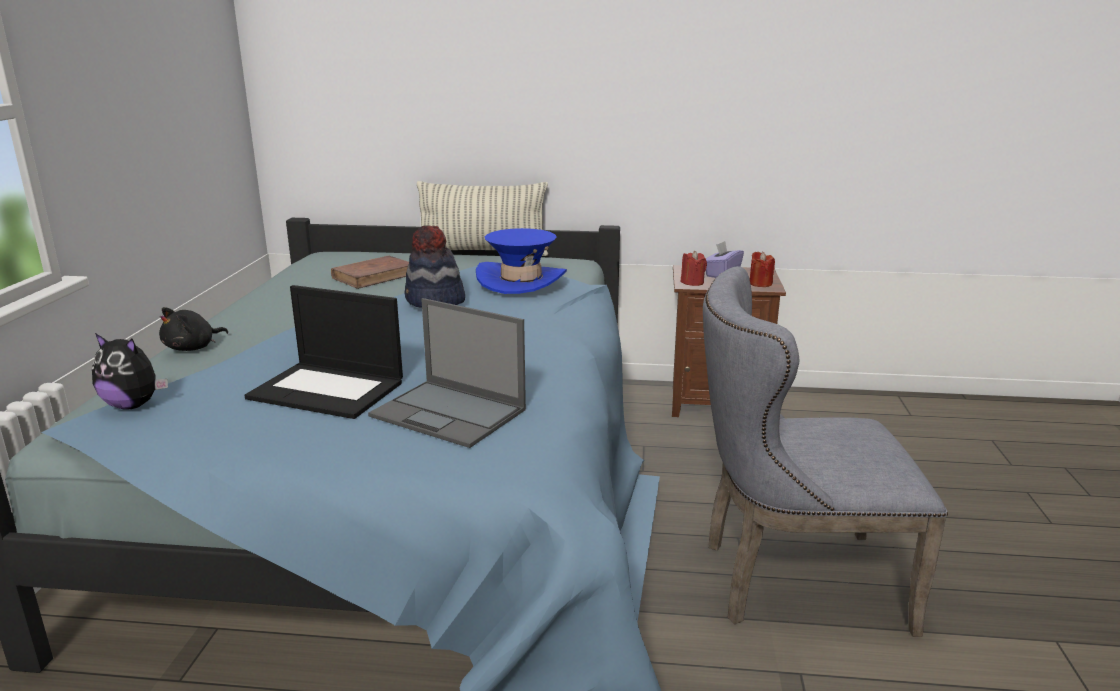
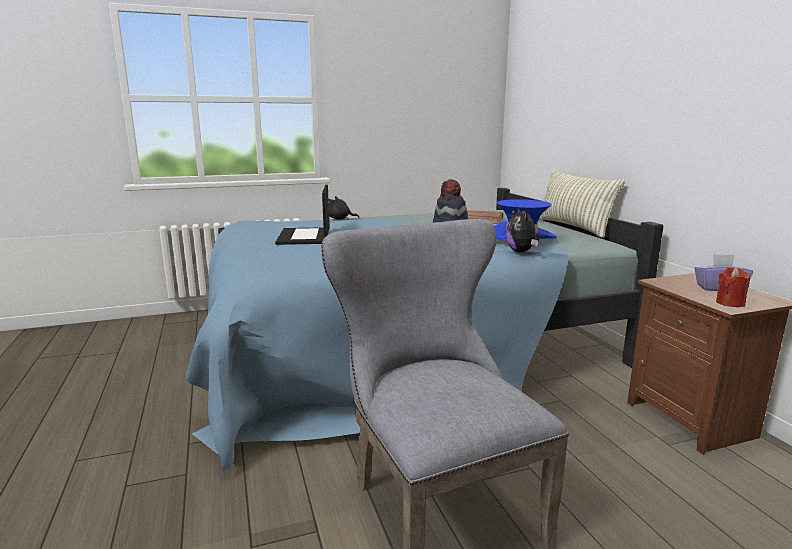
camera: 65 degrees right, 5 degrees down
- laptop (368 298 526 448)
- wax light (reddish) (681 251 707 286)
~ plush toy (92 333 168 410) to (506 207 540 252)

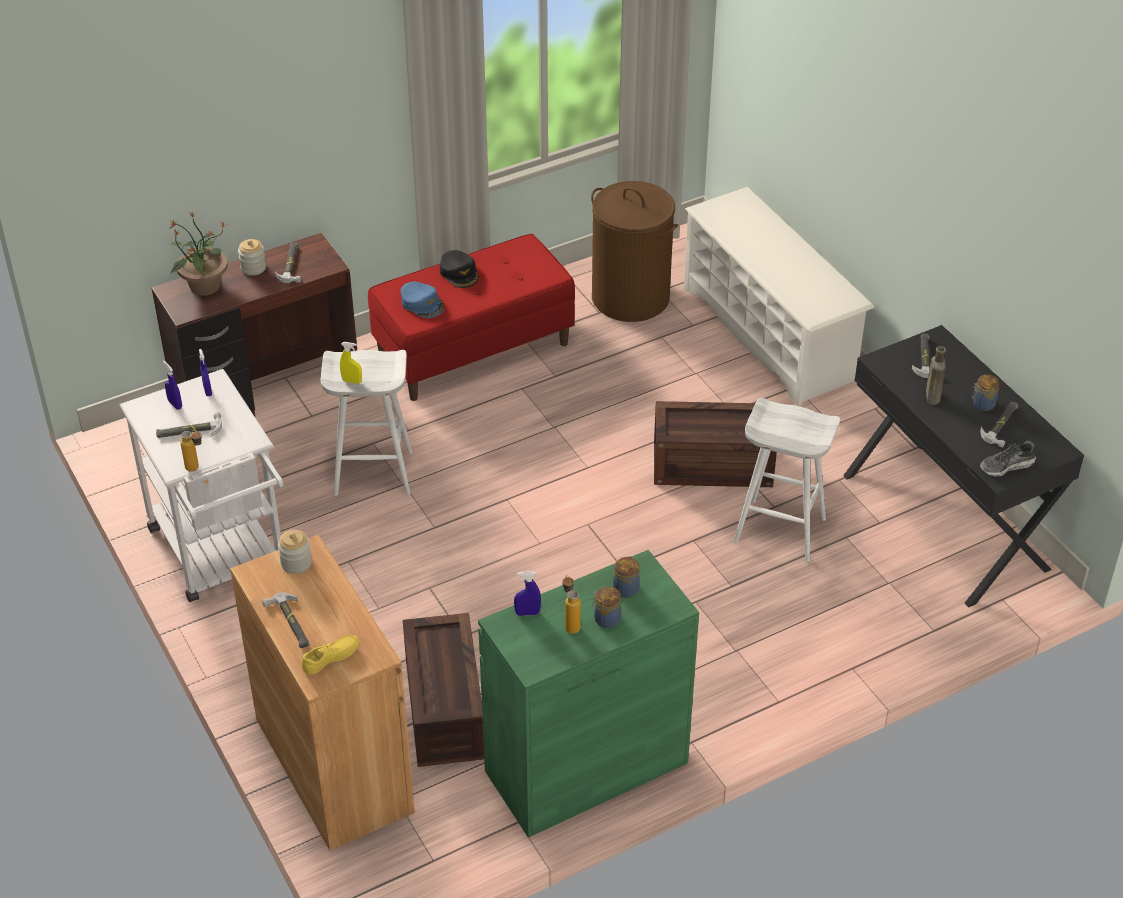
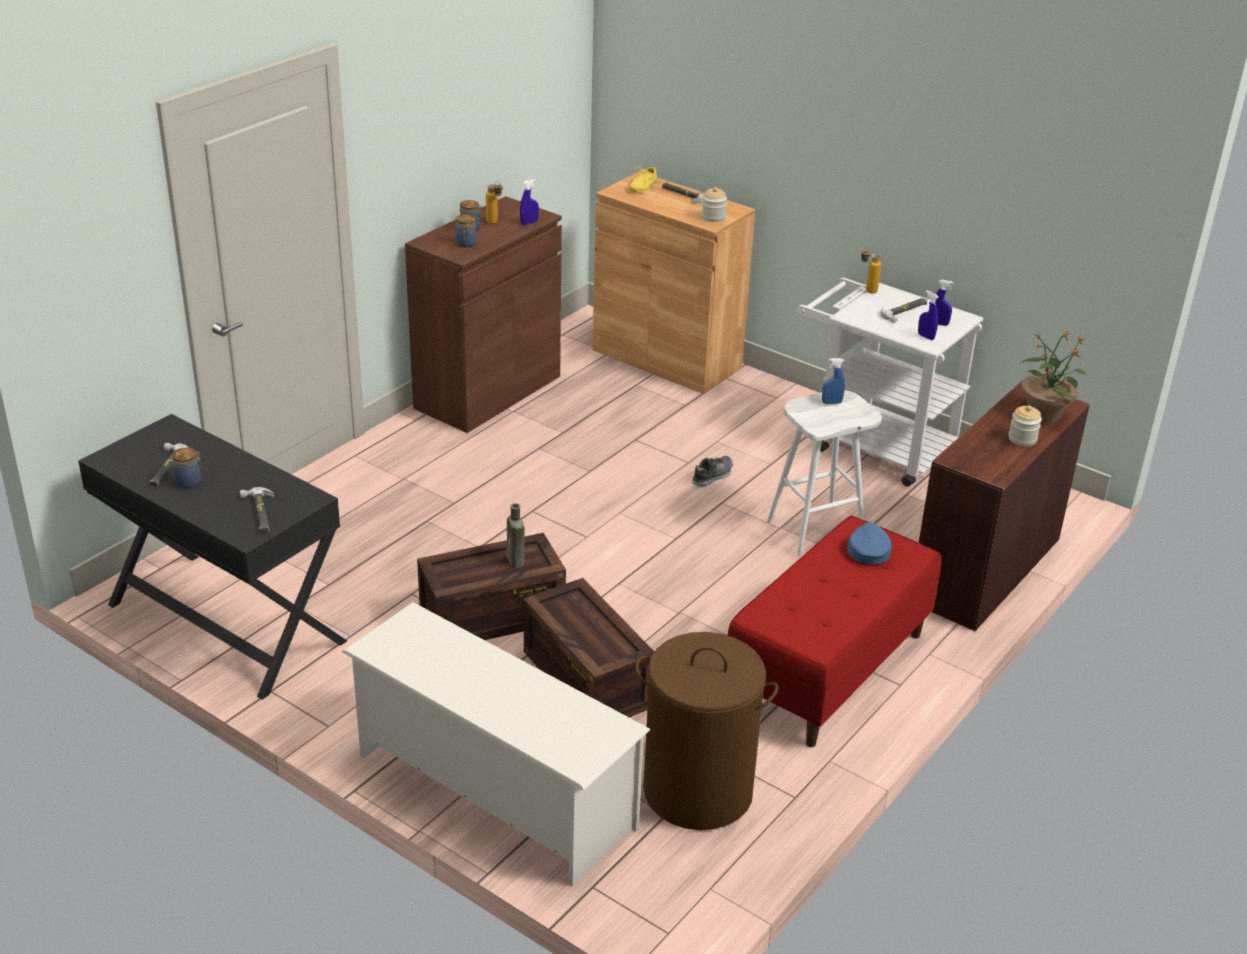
camera: 155 degrees right, 10 degrees down
- tool hammer (275 243 301 283)
- peaked cap (blackish) (440 250 479 288)
- stool (white-coloured) (734 398 840 562)
~ packing crate (403 613 484 767) to (523 578 654 717)
~ drink bottle (brown-coloured) (926 346 946 405) to (507 503 525 568)
~ low shoe (980 441 1036 477) to (692 456 733 488)
~ spray bottle (yellowish) (340 342 362 384) to spray bottle (blue-coloured) (822 358 845 404)
~ cupboard (greenish) (478 550 699 837) to cupboard (brown-coloured) (405 196 562 433)
~ peaked cap (blue-coloured) (400 282 445 318) = (847 522 892 564) 75 degrees clockwise

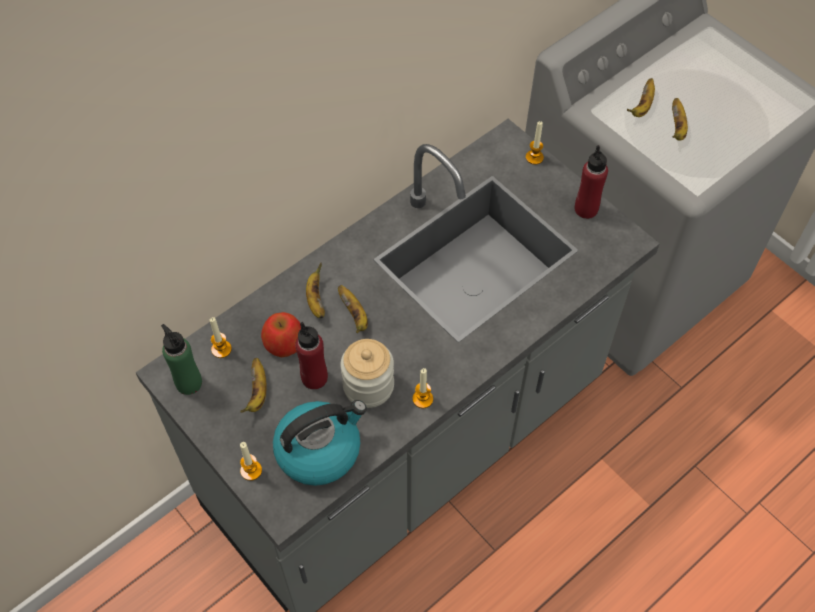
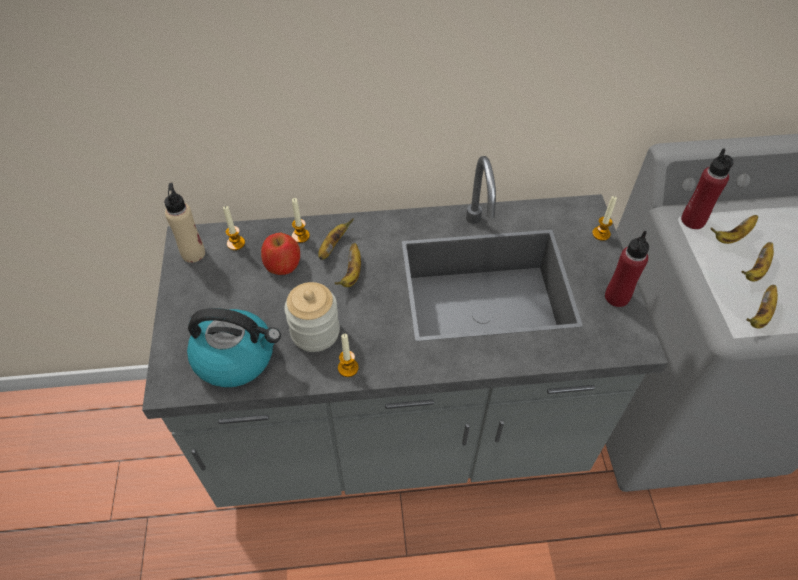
camera: 35 degrees right, 5 degrees down
~ wax light (240 442 262 481) to (292 198 310 243)
~ whole banana (241 358 266 412) to (747 285 778 329)
~ drink bottle (reddish) (295 322 328 390) to (681 148 734 229)
~ drink bottle (greenish) (161 324 202 395) to drink bottle (sand-coloured) (164 183 205 263)

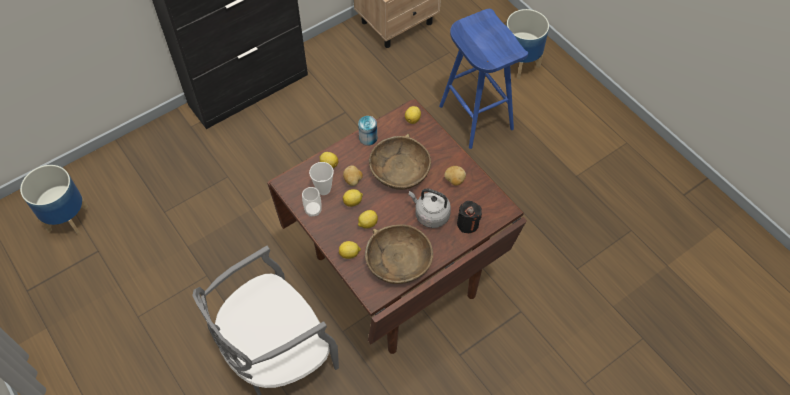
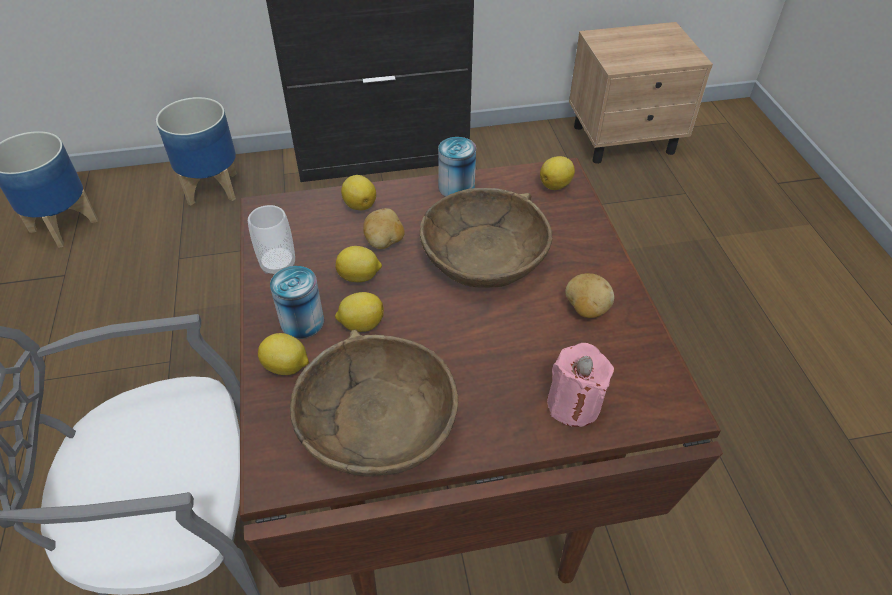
camera: 25 degrees right, 10 degrees down
- cup (309 162 334 195)
- water kettle (gray) (409 188 451 228)
- stool (blue-coloured) (439 9 528 149)
+ metal can (270 266 324 339)
~ planter (506 9 549 79) to (156 97 237 205)
~ wax light (blackish) (457 201 482 233) to wax light (pinkish) (547 343 614 427)

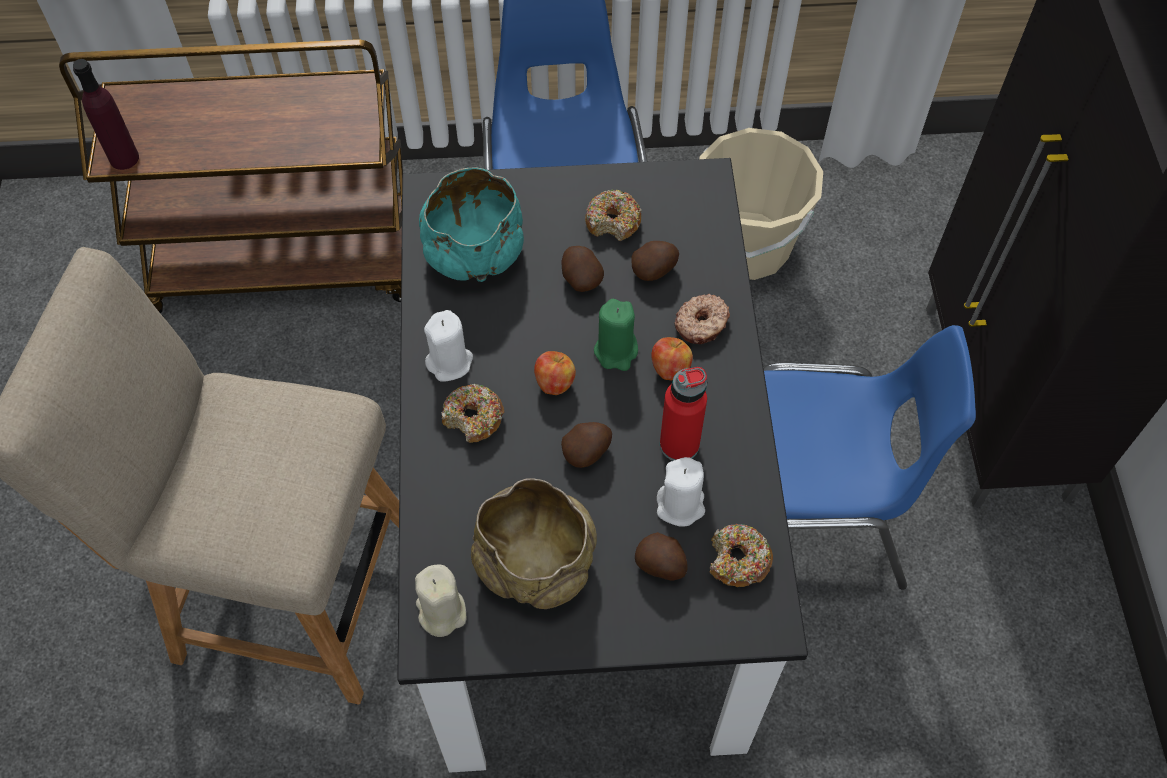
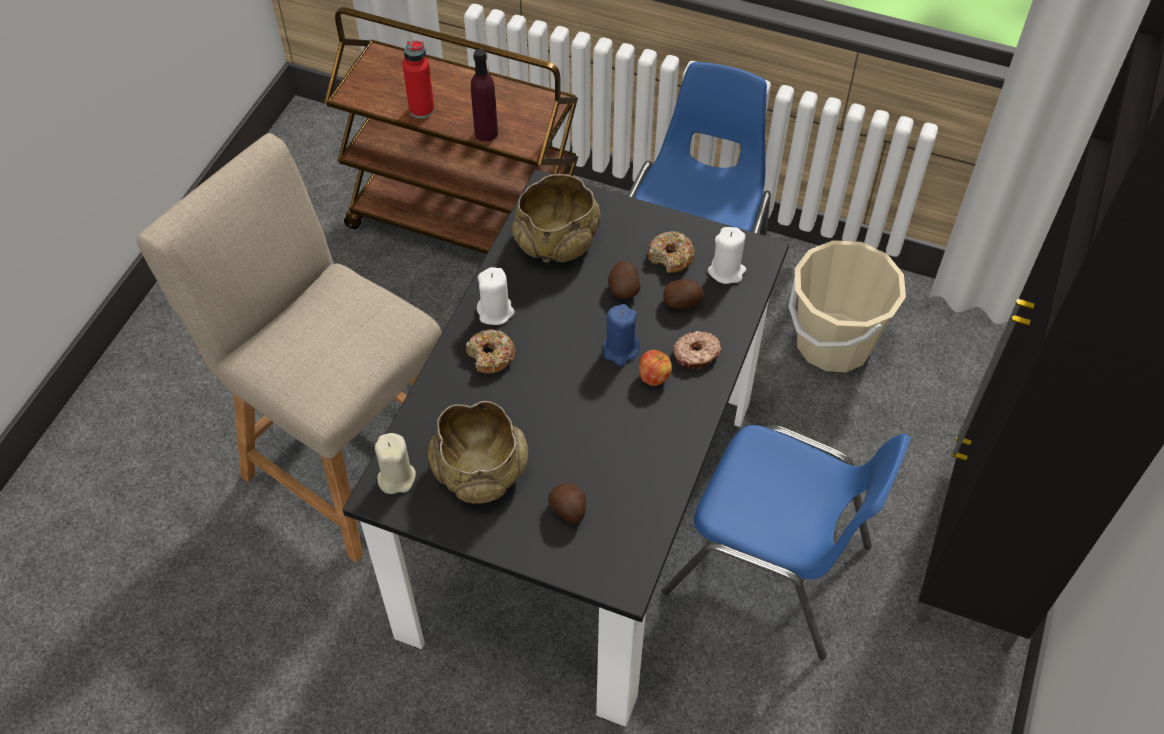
camera: 25 degrees right, 5 degrees down
- apple (534 351 576 395)
- potato (561 422 612 468)
- doughnut (710 524 773 587)
~ drink bottle (purple-coloured) (73 59 139 170) to (471 49 498 142)
~ wax light (white-coloured) (657 457 705 527) to (708 227 746 284)
~ drink bottle (reddish) (660 367 707 461) to (402 40 435 118)
~ deep dish (turquoise-coloured) (419 167 524 282) to deep dish (sand-coloured) (512 174 601 263)
~ wax light (greenish) (594 299 638 371) to wax light (blue-coloured) (603 304 640 366)

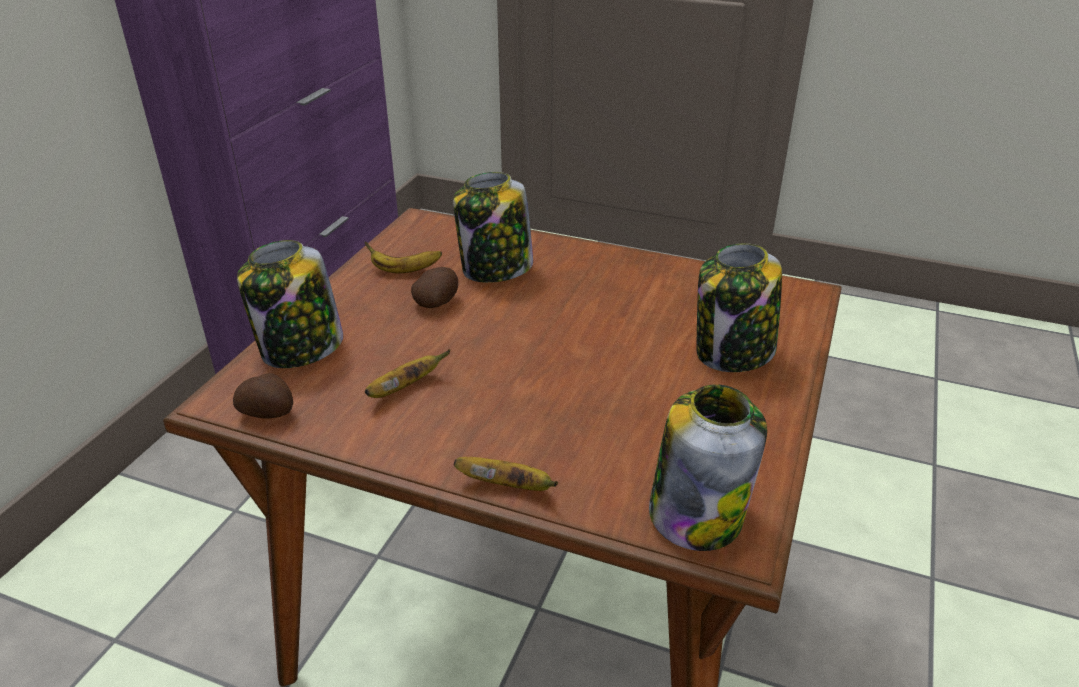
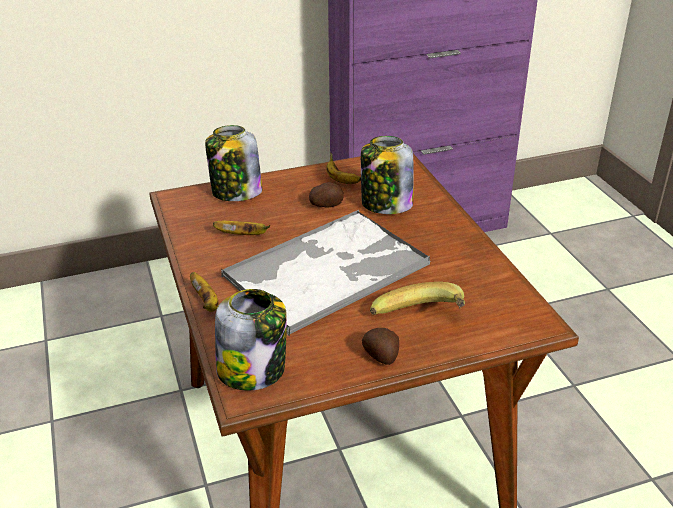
camera: 50 degrees right, 0 degrees up
+ serving tray (221 210 431 336)
~ potato (233 373 293 418) to (362 328 399 365)
~ preserve jar (697 243 782 372) to whole banana (370 282 465 315)

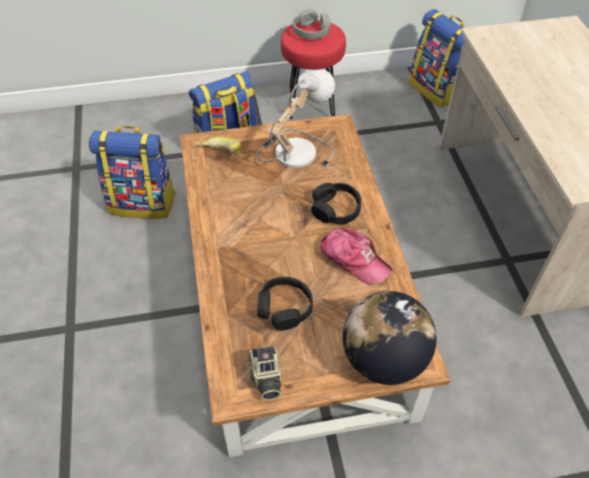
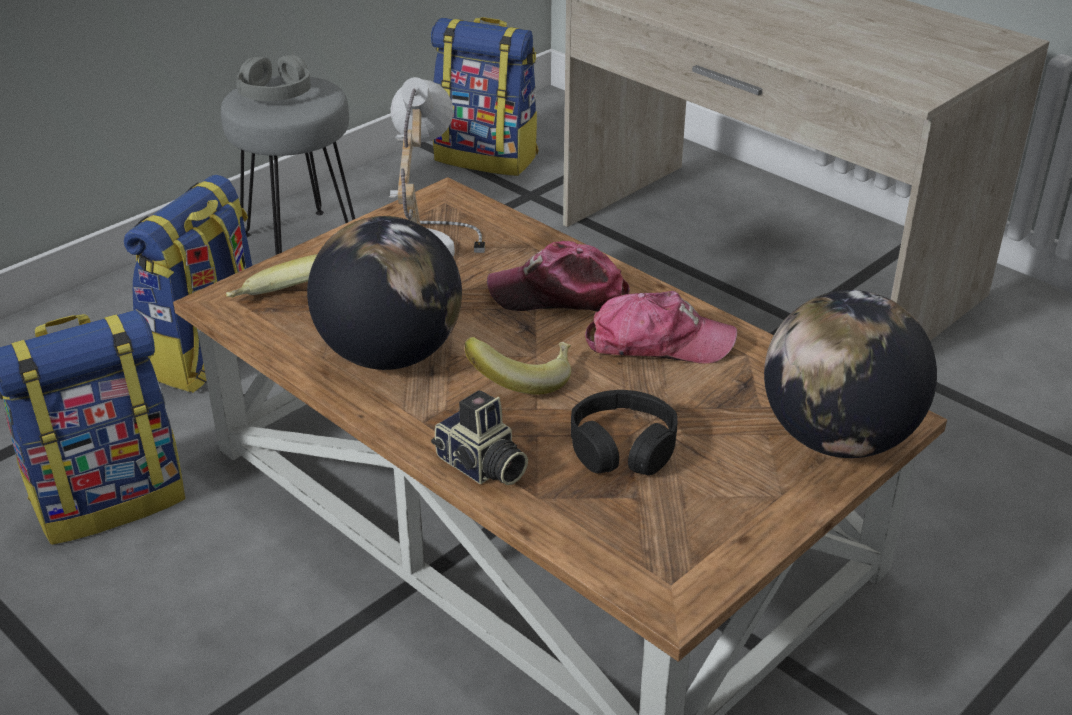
camera: 35 degrees left, 15 degrees down
+ globe (307 216 462 370)
+ whole banana (465 337 571 395)
~ still camera (249 346 281 401) to (431 390 528 485)
~ pair of headphones (blackish) (311 183 361 225) to peaked cap (487 241 630 312)
~ stool (reddish) (281 20 346 119) to stool (gray) (221 76 355 255)

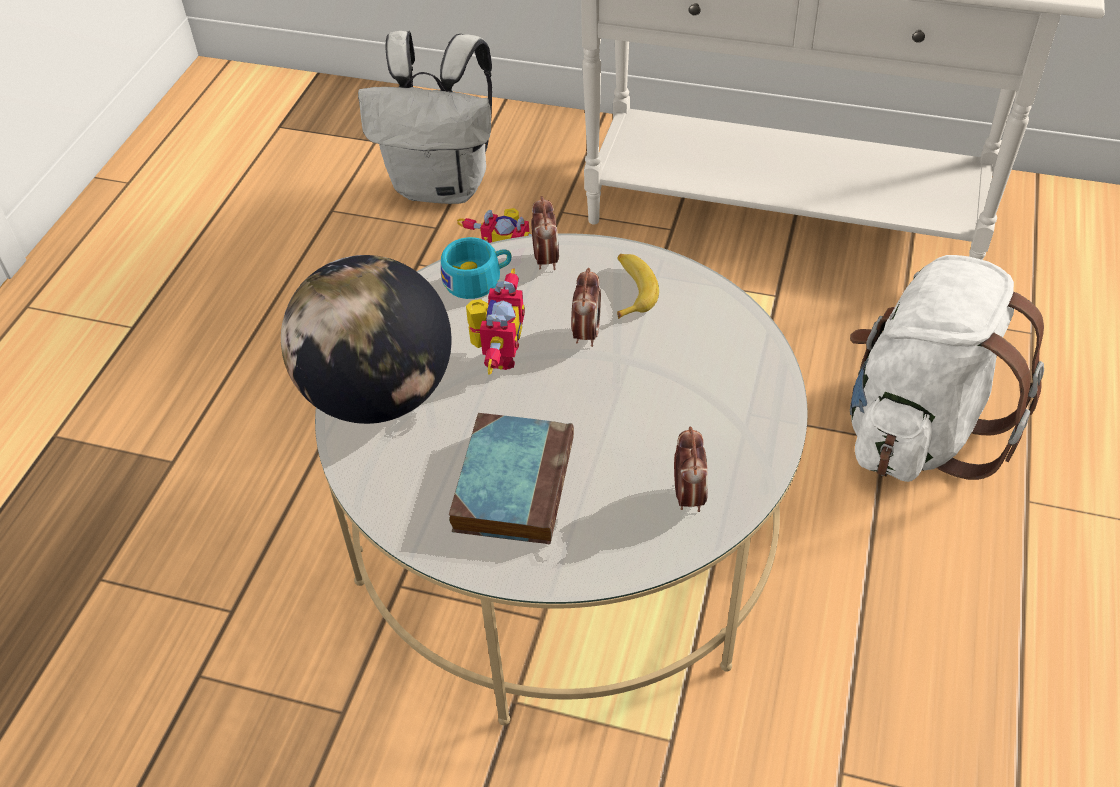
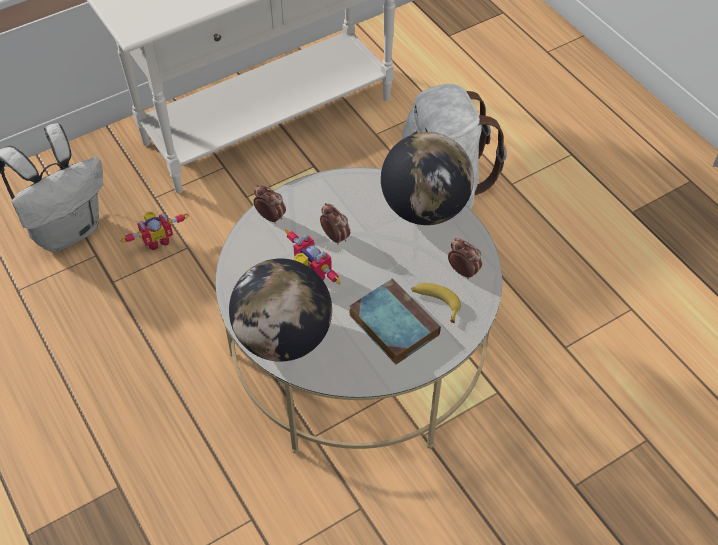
camera: 50 degrees left, 5 degrees up
- cup (turquoise-coloured) (441 237 511 299)
+ globe (381 132 474 225)
~ whole banana (617 254 659 319) to (412 283 461 323)

